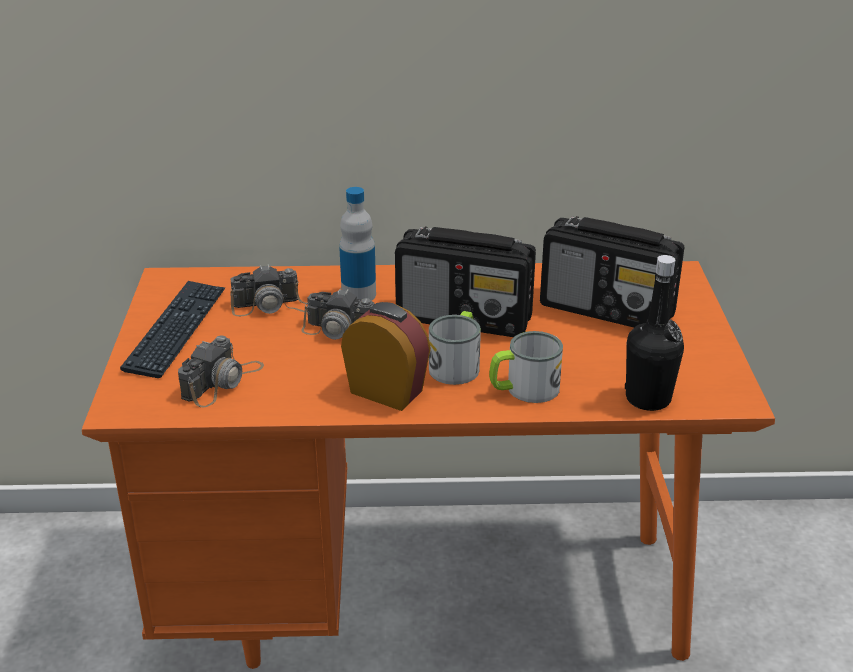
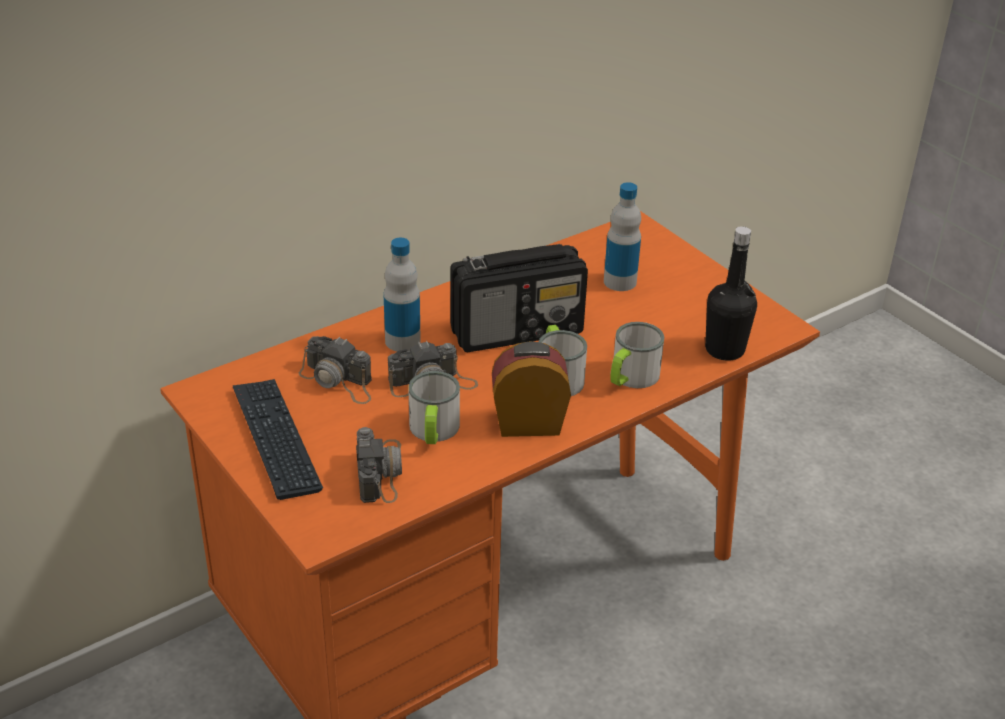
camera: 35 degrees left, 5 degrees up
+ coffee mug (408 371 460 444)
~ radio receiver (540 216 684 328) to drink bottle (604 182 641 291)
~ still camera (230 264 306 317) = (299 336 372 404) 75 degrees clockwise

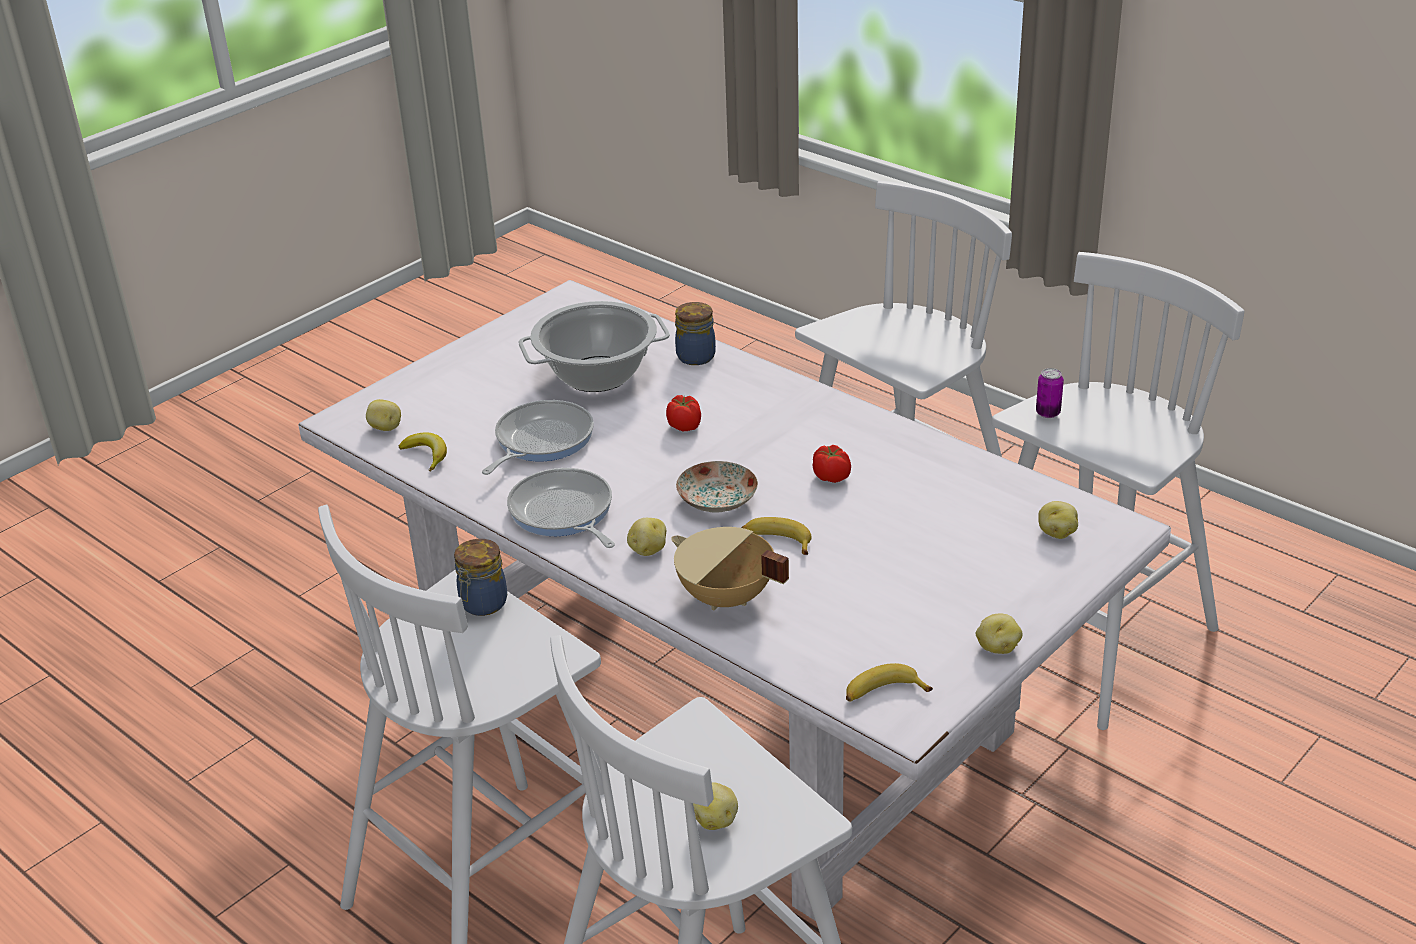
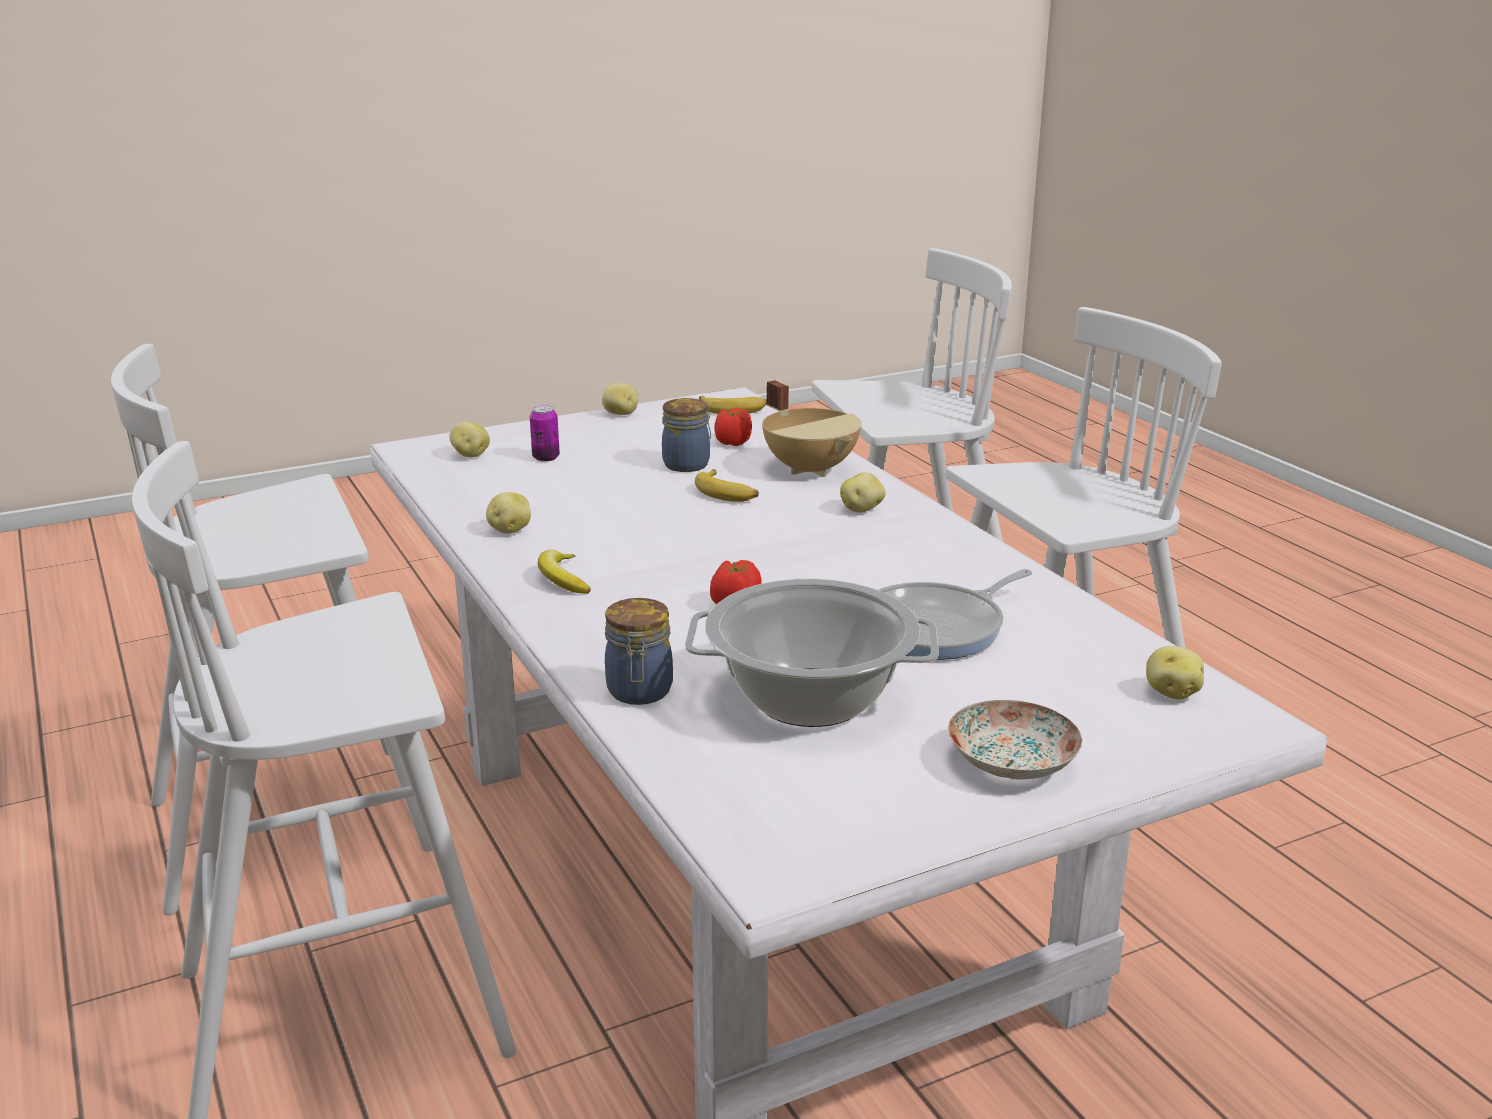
camera: 160 degrees left, 10 degrees down
- pan (507 468 615 548)
~ whole banana (399 433 447 472) to (538 550 591 594)
~ preserve jar (454 539 507 616) to (662 398 711 472)
~ dinner plate (676 461 758 513) to (948 700 1082 779)
~ potato (693 782 738 830) to (486 492 531 534)
~ fresh tomato (813 445 851 483) to (714 408 752 446)
~ metal can (1036 368 1064 418) to (530 405 560 462)

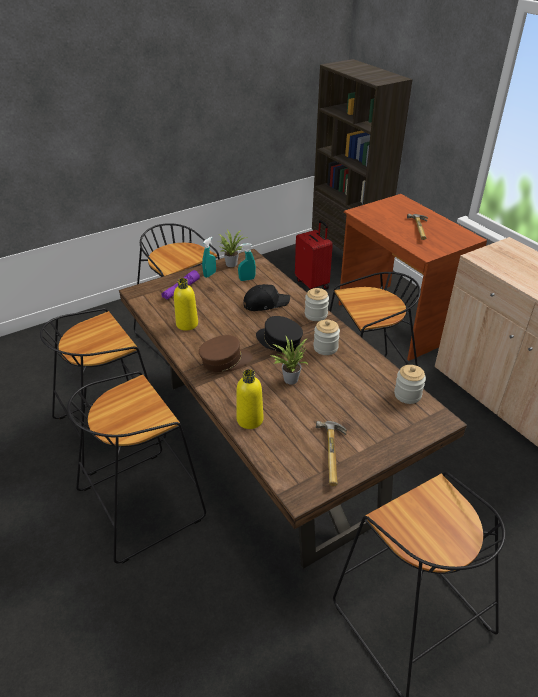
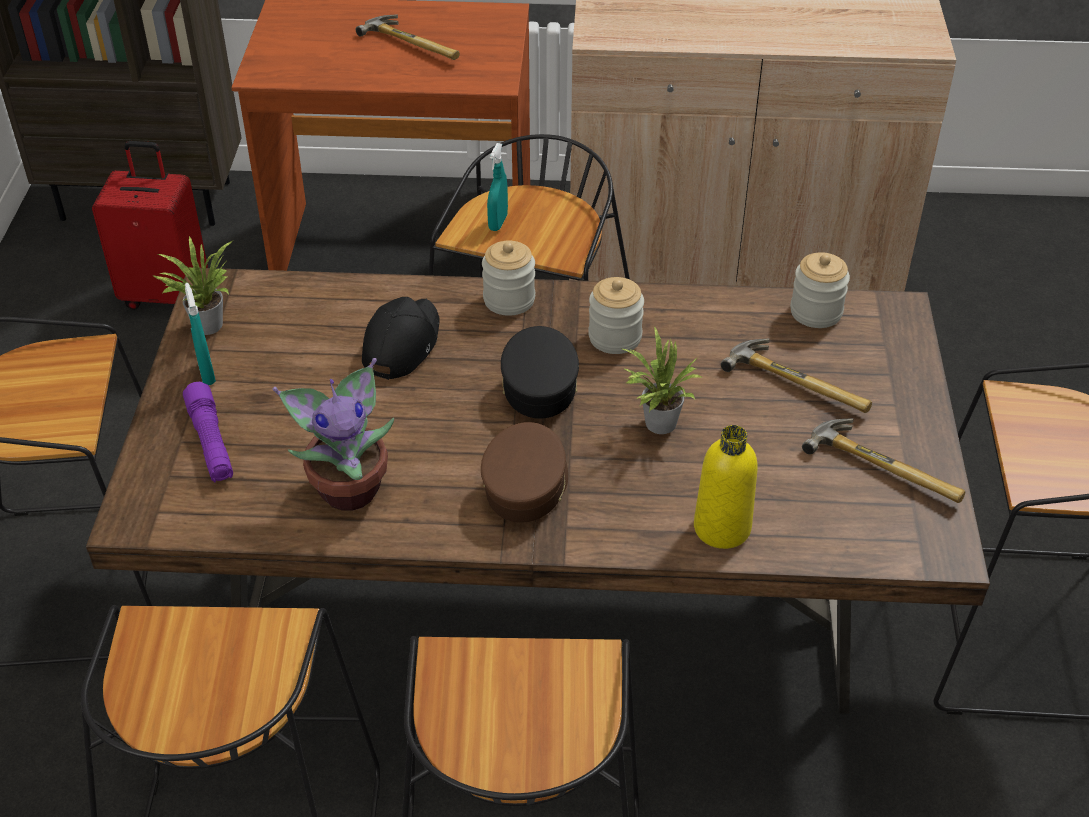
camera: 55 degrees left, 5 degrees up
+ tool hammer (721 339 872 413)
~ spray bottle (turquoise-coloured) (238 243 256 281) to (487 143 508 231)
~ drink bottle (yellowish) (174 278 198 331) to potted plant (272 358 394 511)
~ peaked cap (blackish) (256 316 303 352) = (501 326 579 419) 105 degrees clockwise

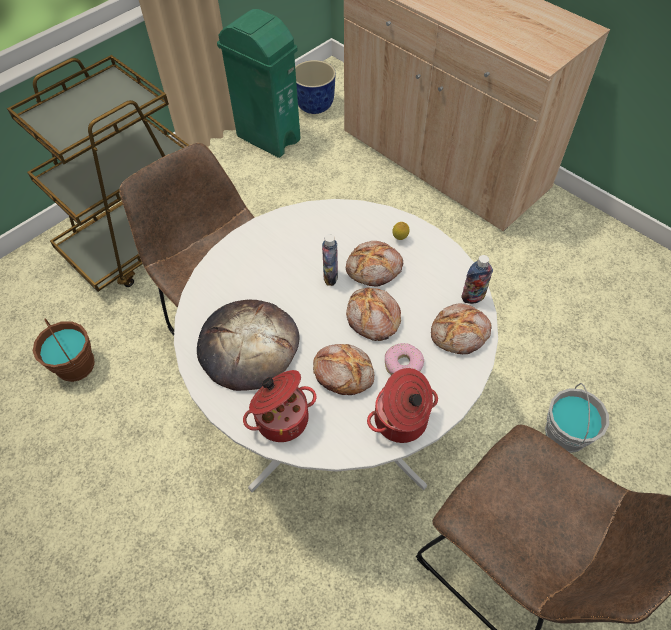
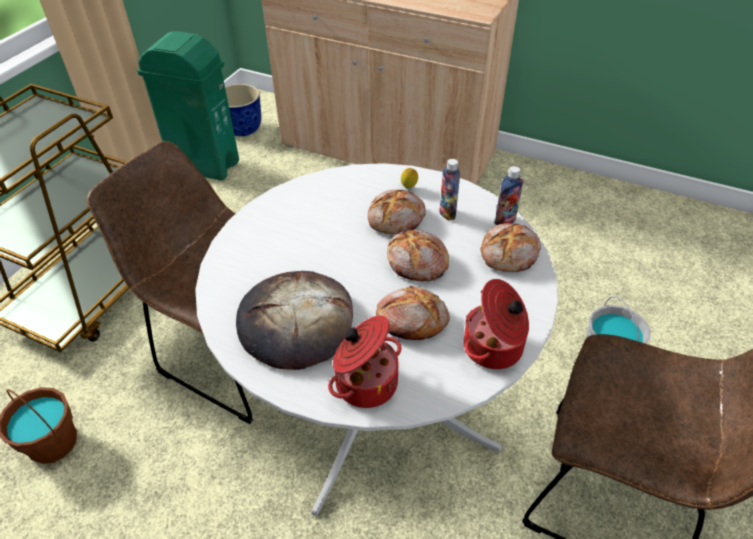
camera: 20 degrees left, 10 degrees down
- doughnut (385 343 424 375)
~ drink bottle (322 234 338 286) to (439 159 460 221)

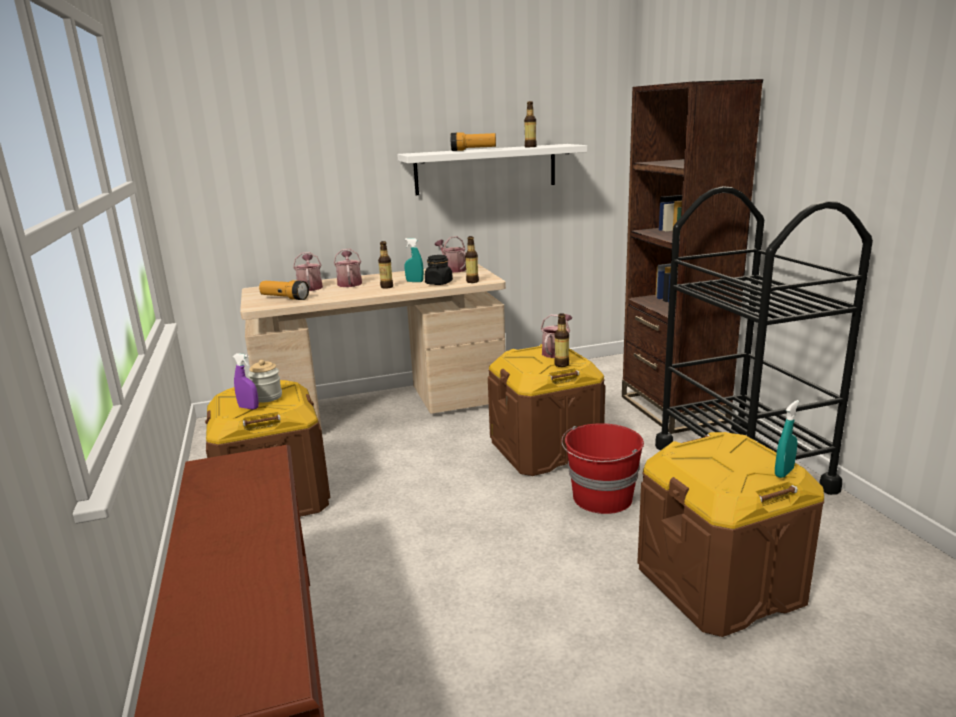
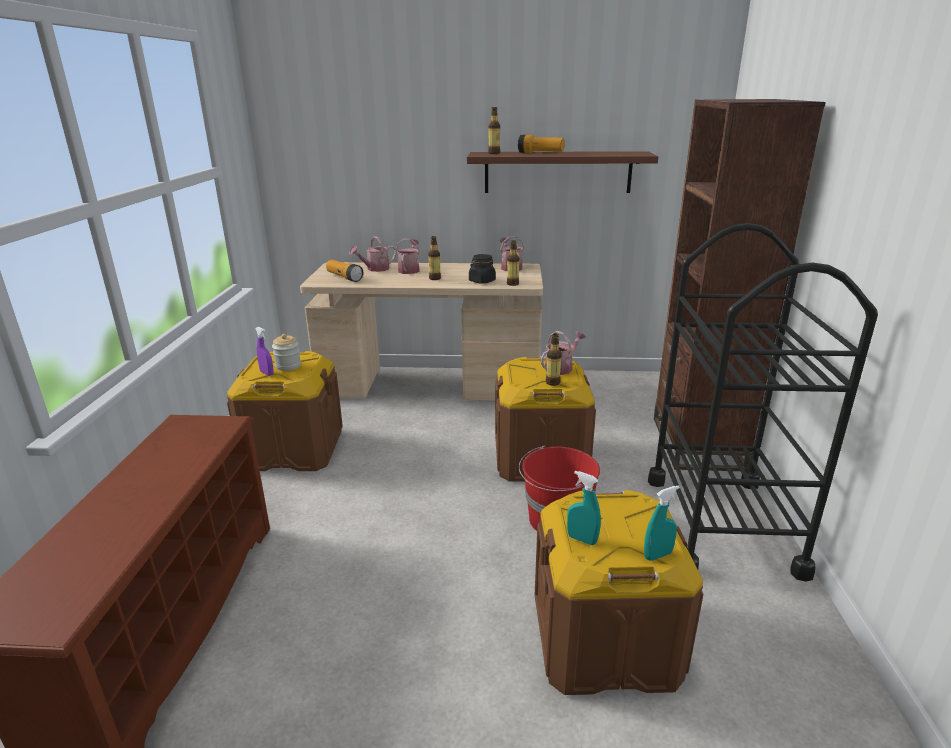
camera: 20 degrees right, 5 degrees up
~ spray bottle (turquoise-coloured) (404 238 424 282) to (567 471 601 545)
~ drink bottle (524 101 537 147) to (488 107 500 154)
~ bracket shelf (white-coloured) (397 144 587 195) to bracket shelf (brown-coloured) (467 151 658 193)
~ sprinkling can (293 252 323 291) = (349 236 397 272) 135 degrees counterclockwise

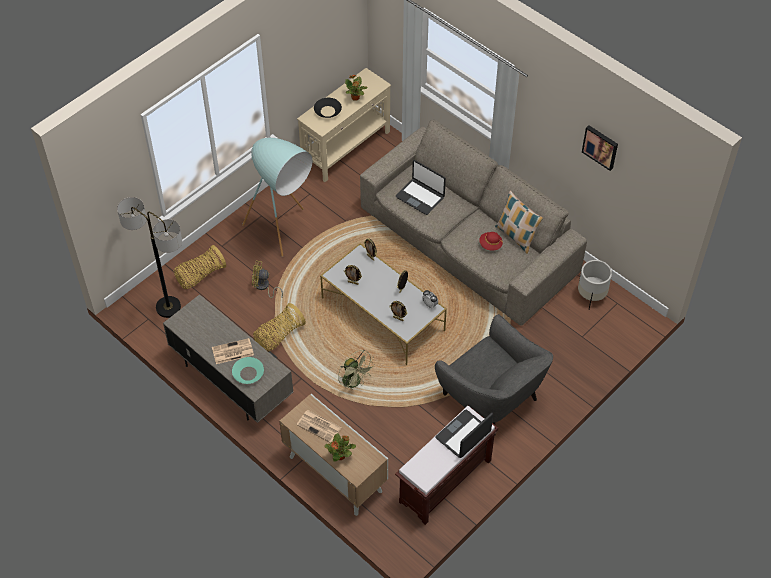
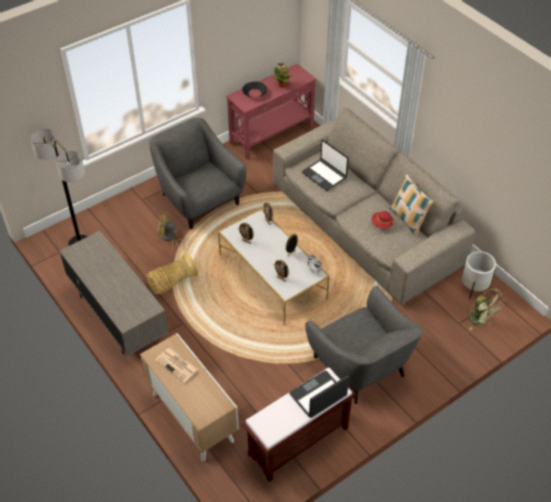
camera: 10 degrees right, 5 degrees down
- household basket (173 245 226 289)
- daily paper (212 338 254 364)
- deep dish (turquoise-coloured) (232 357 264 384)
- potted plant (325 433 356 462)
- wall art (582 125 618 171)
~ fan (greenish) (338 350 374 390) to (468 289 506 330)
~ floor lamp (turquoise-coloured) (242 138 312 257) to lounge chair (gray) (149 118 246 229)
~ console table (sand-coloured) (297 68 391 182) to console table (reddish) (226 63 317 160)

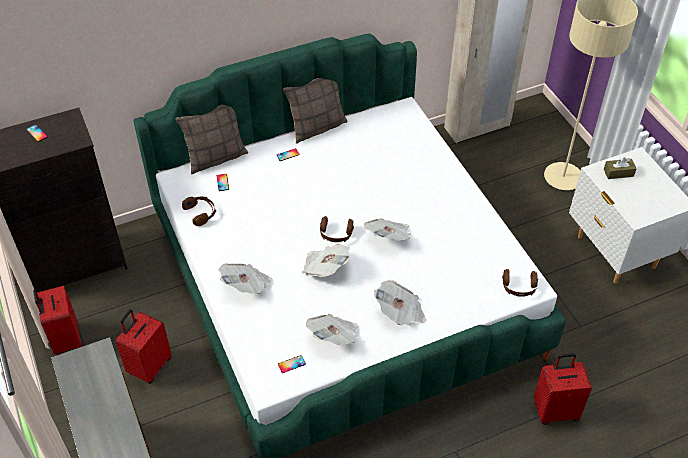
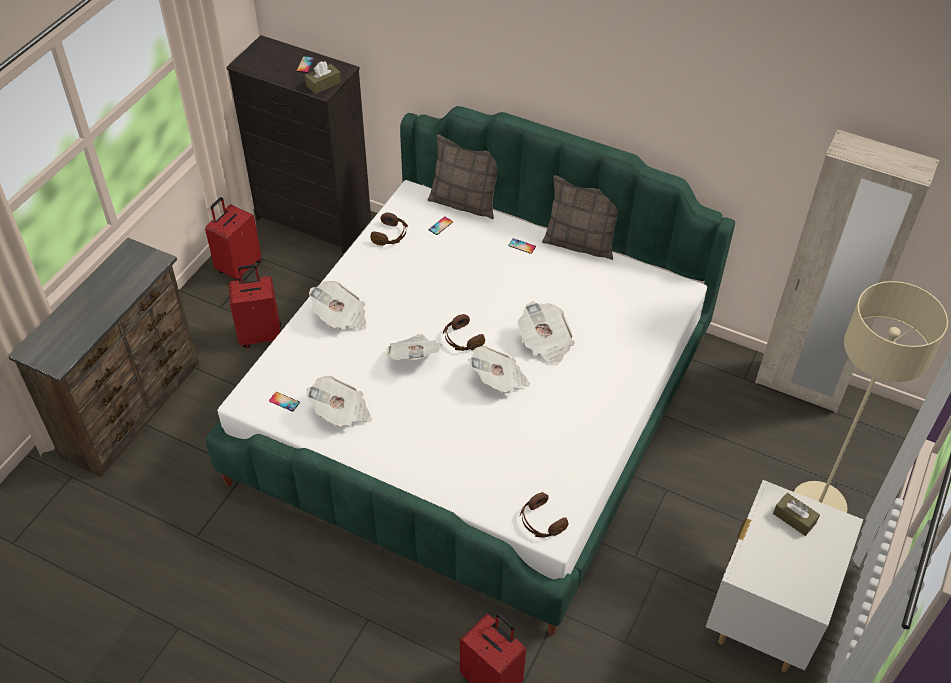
camera: 50 degrees right, 0 degrees up
+ box of tissues (brown-coloured) (305 61 341 94)
~ daily paper (374 280 426 326) to (518 302 575 365)

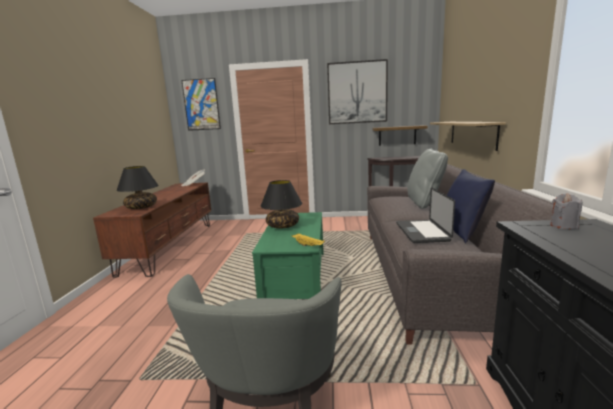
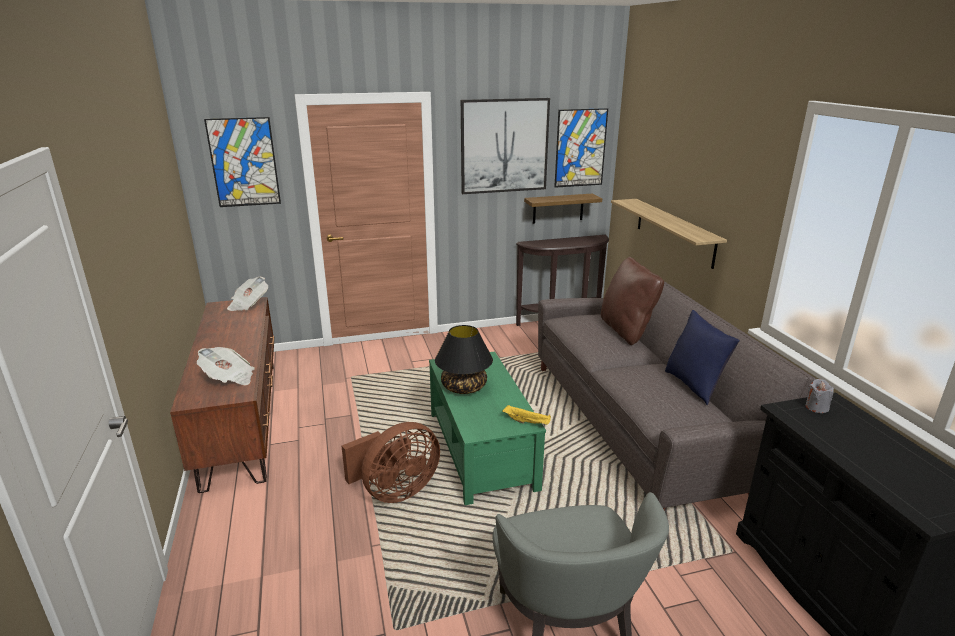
camera: 20 degrees left, 10 degrees up
- laptop (396 187 455 243)
+ fan (brown-coloured) (342 422 440 503)
+ wall art (554 108 608 188)
~ table lamp (blackish) (116 166 159 209) to daily paper (197 347 255 385)
~ cushion (gray) (408 148 448 209) to cushion (brown-coloured) (601 257 664 345)

